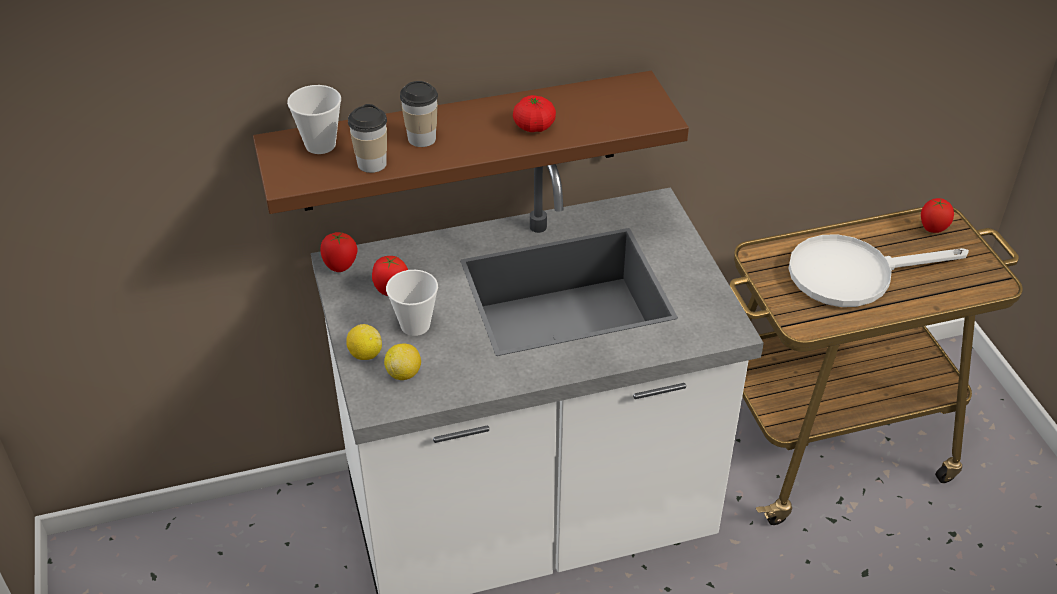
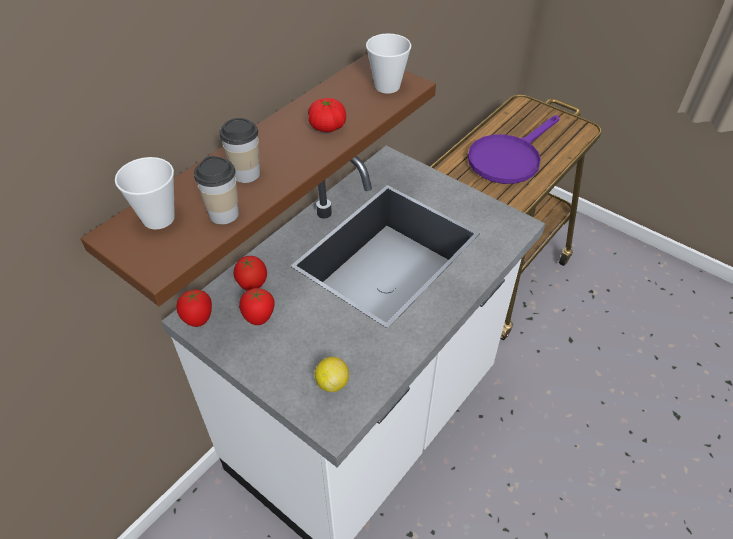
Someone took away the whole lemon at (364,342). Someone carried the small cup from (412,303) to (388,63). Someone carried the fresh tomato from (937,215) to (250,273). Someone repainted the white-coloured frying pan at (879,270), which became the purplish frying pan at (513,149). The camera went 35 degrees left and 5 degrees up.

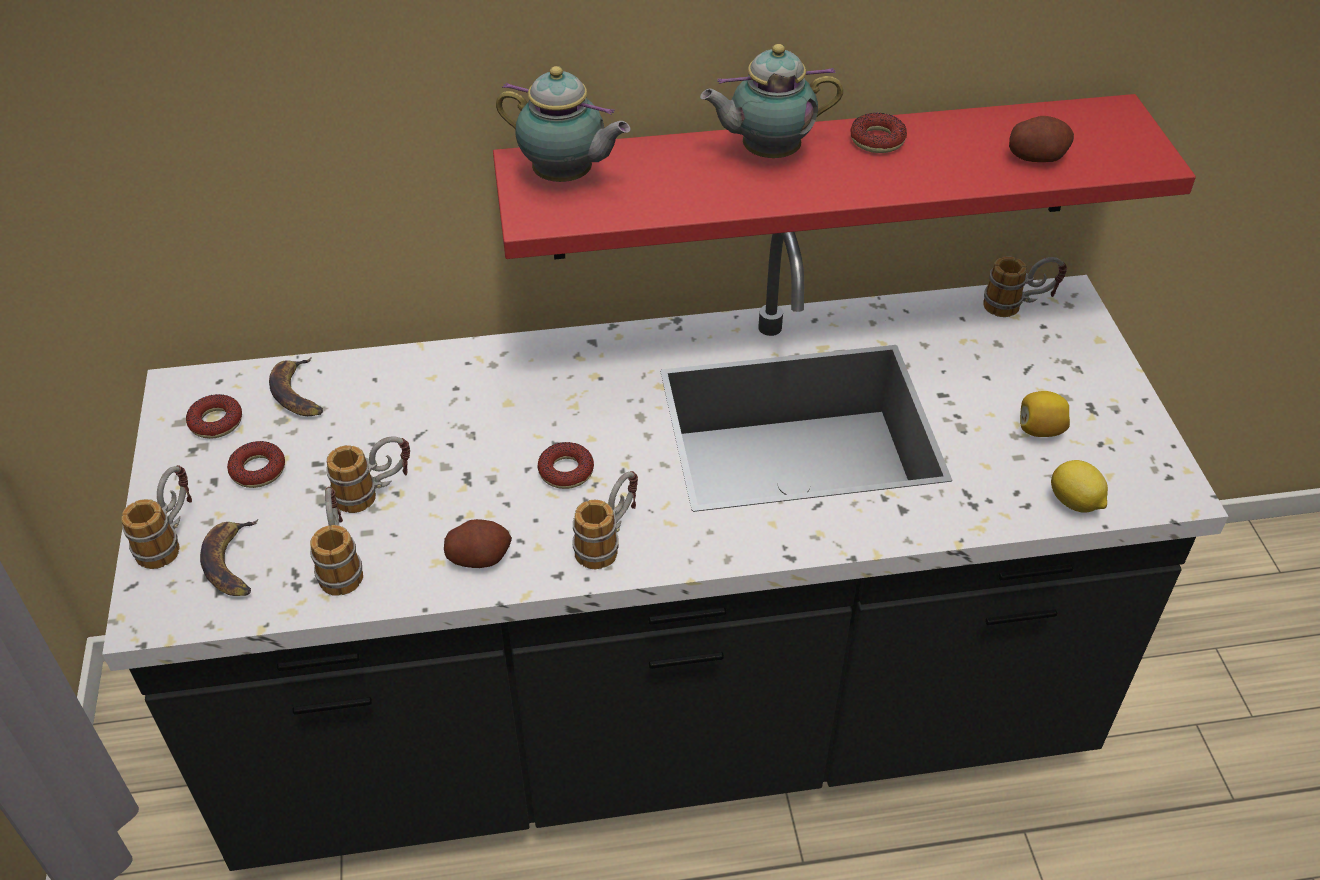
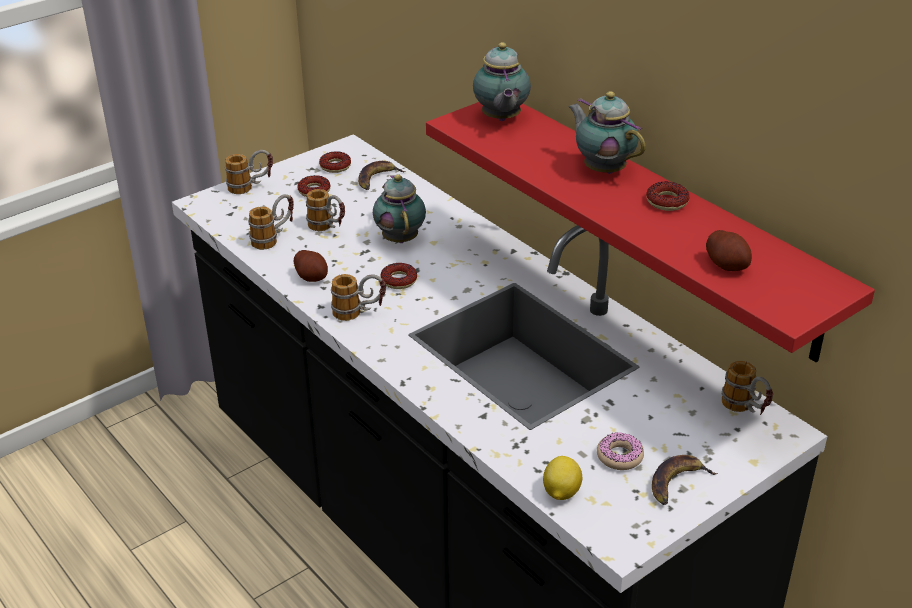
Someone put down the tea pot at (399,208). Someone carried the banana fruit from (229,557) to (685,480). Someone swapped the whole lemon at (1045,414) for the donut at (620,451). The camera went 60 degrees right and 10 degrees down.

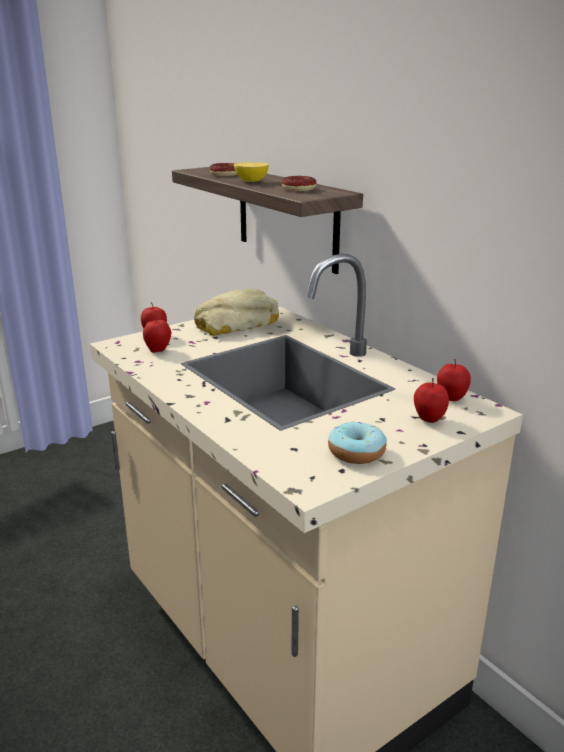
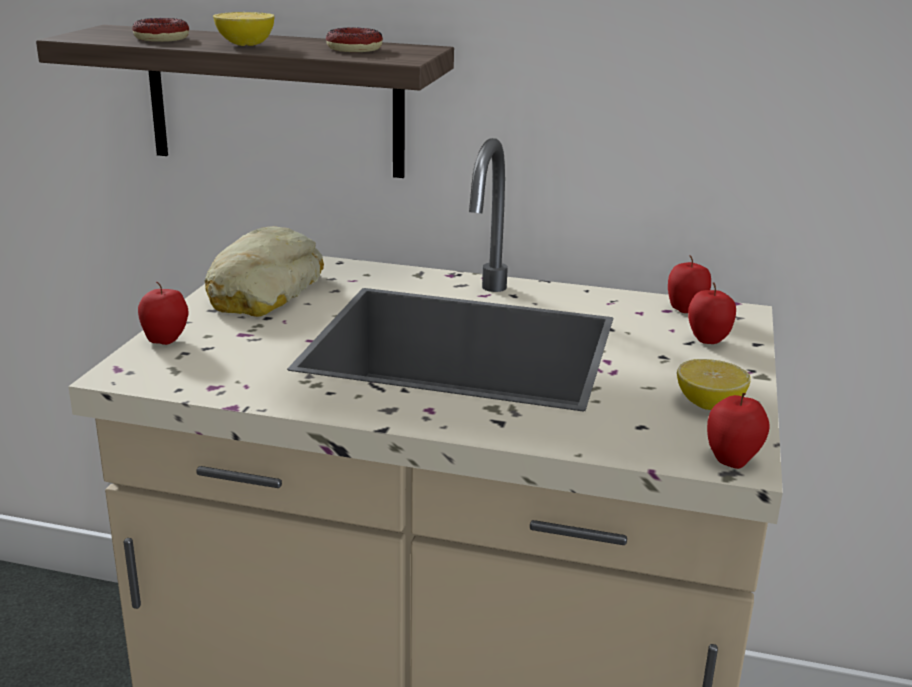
Someone carried the apple from (157,334) to (738,431). Someone swapped the donut at (357,442) for the whole lemon at (714,384). The camera went 40 degrees left and 0 degrees up.

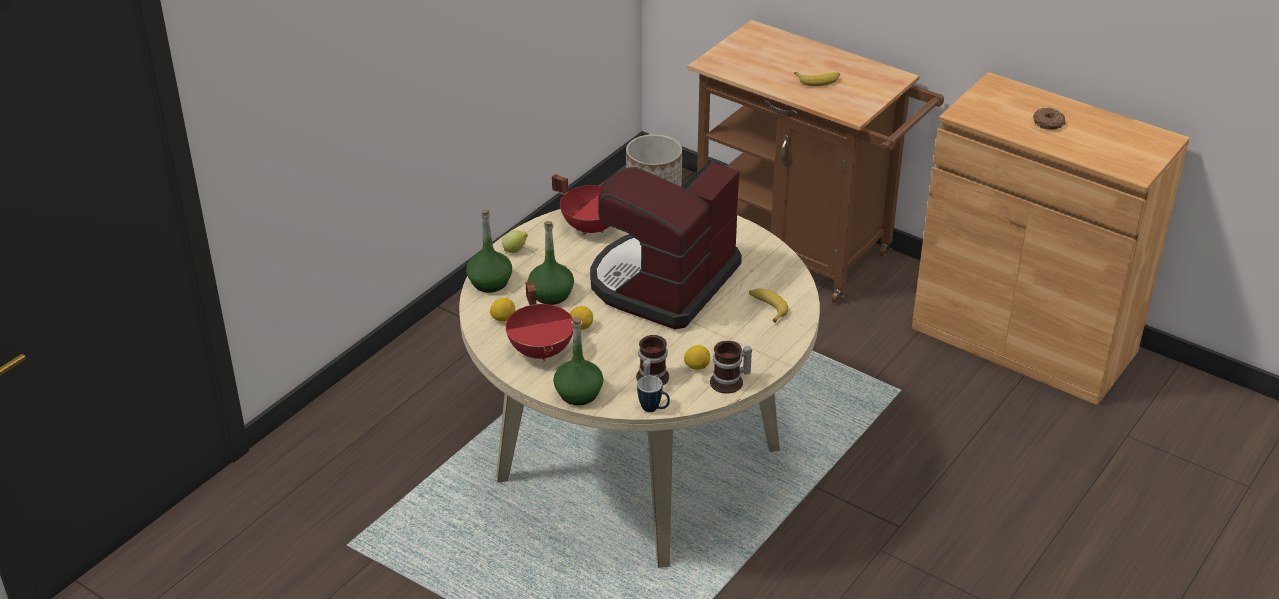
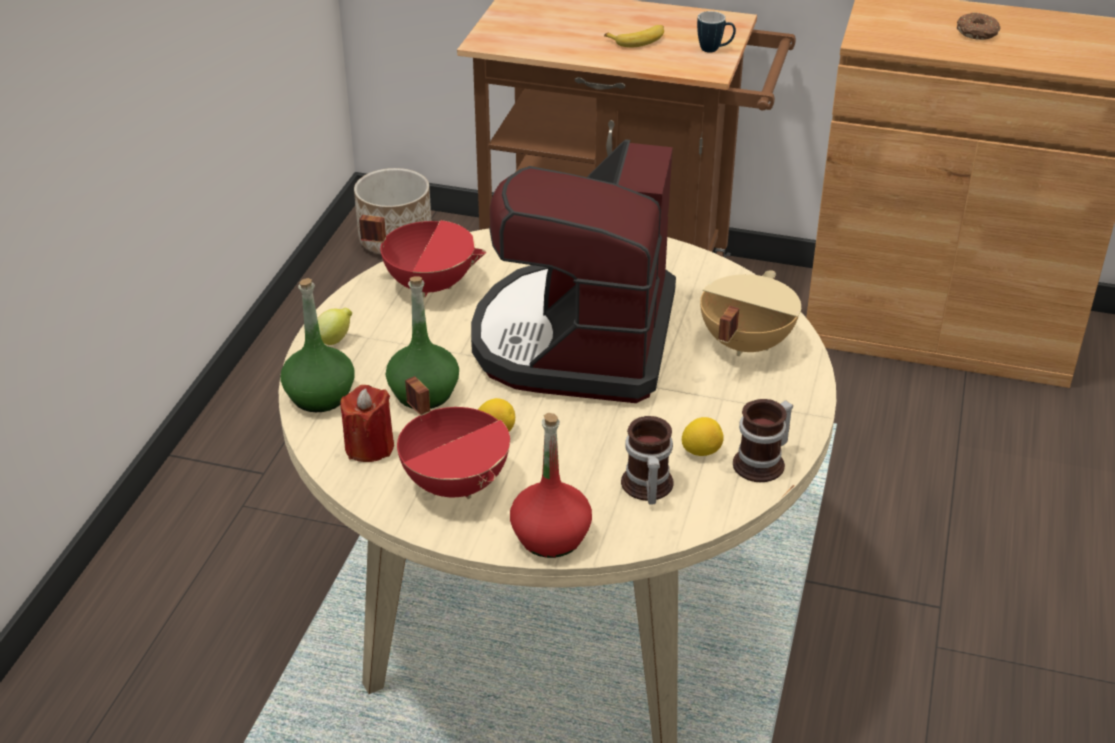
Someone carried the mug from (653,394) to (716,32). Someone swapped the whole lemon at (502,310) for the red-coloured wax light at (367,423). Someone swapped the banana fruit at (768,305) for the beige-coloured cooking pot at (750,313). Someone repainted the green-coloured bottle at (578,361), which became the red-coloured bottle at (551,485). The camera went 20 degrees left and 0 degrees up.

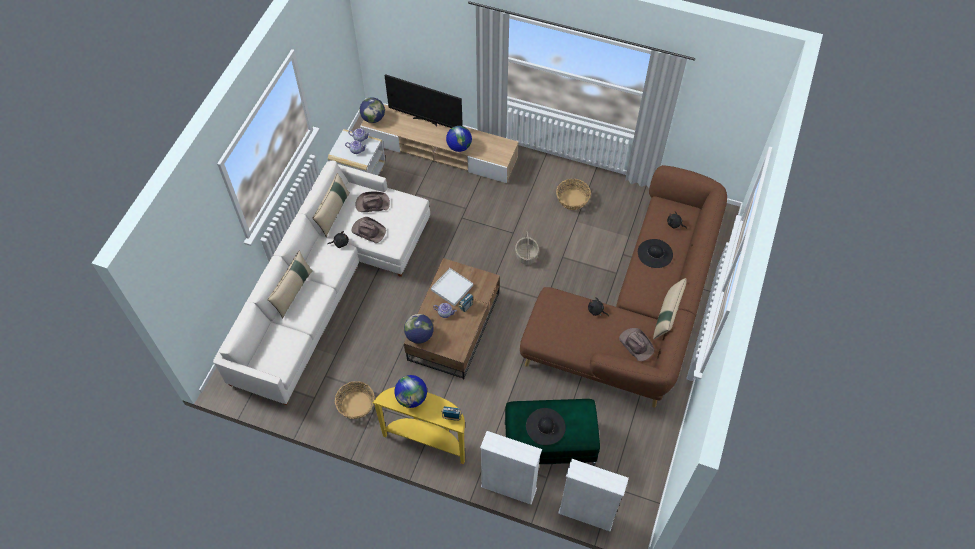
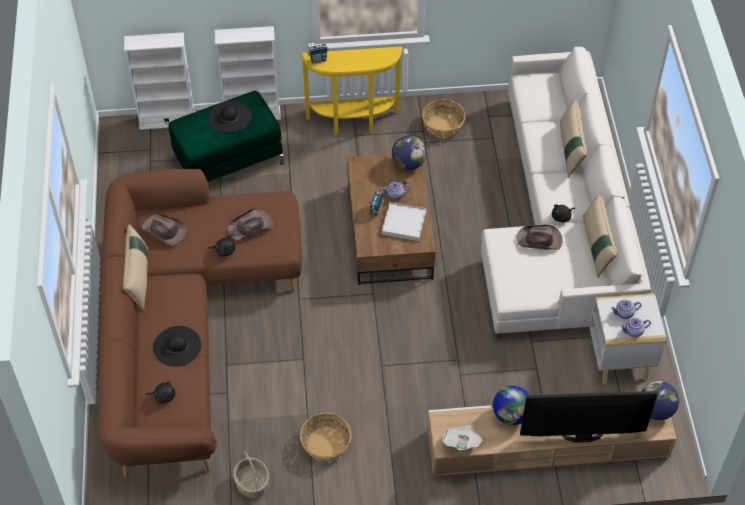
Someone took away the globe at (410,391). Someone put down the printed paper at (462,437). Someone carried the brownish clothing hat from (372,201) to (250,224). Someone carried the household basket from (527,248) to (251,474). The camera went 155 degrees right and 5 degrees down.

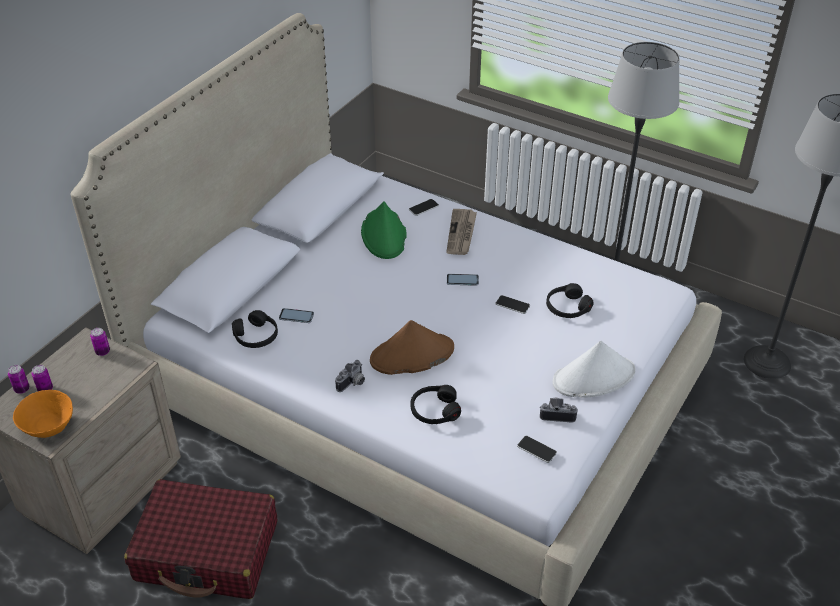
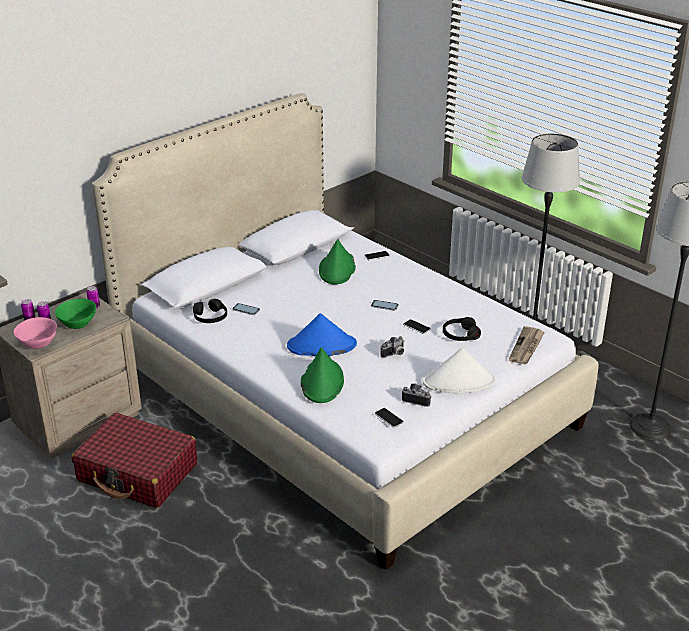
Someone put down the green-coloured bowl at (75,314). Someone carried the still camera from (350,376) to (392,347). Someone carried the printed paper from (461,232) to (527,345). Someone swapped the black-coloured headset at (435,404) for the green-coloured clothing hat at (322,375). Someone repainted the orangey bowl at (43,414), which became the pink bowl at (35,333). Someone repainted the brownish clothing hat at (412,347), which became the blue-coloured clothing hat at (322,334). The camera went 15 degrees right and 10 degrees down.

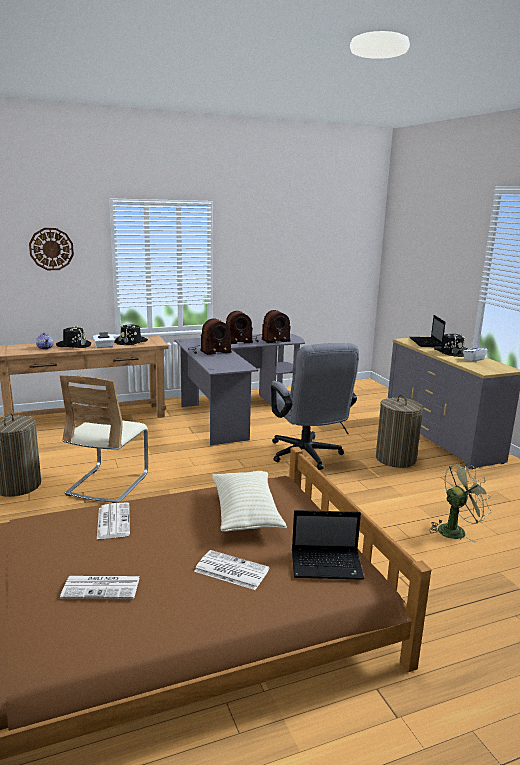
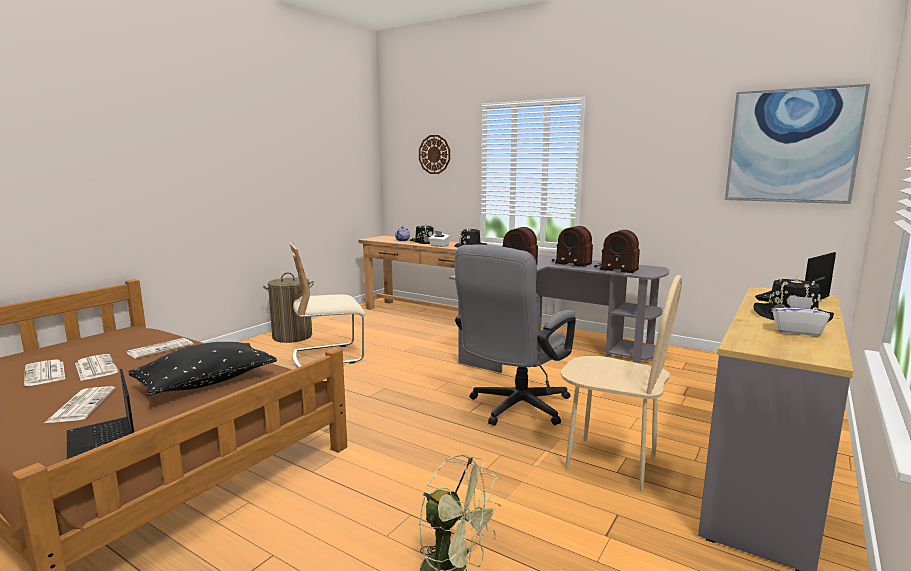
Someone put down the printed paper at (96,367). Someone put up the picture at (797,144). Someone swapped the washing basket at (399,431) for the beige-coloured upright chair at (621,383). Someone repainted the beige-coloured cushion at (249,501), which became the black-coloured cushion at (202,369). The camera went 55 degrees right and 5 degrees down.

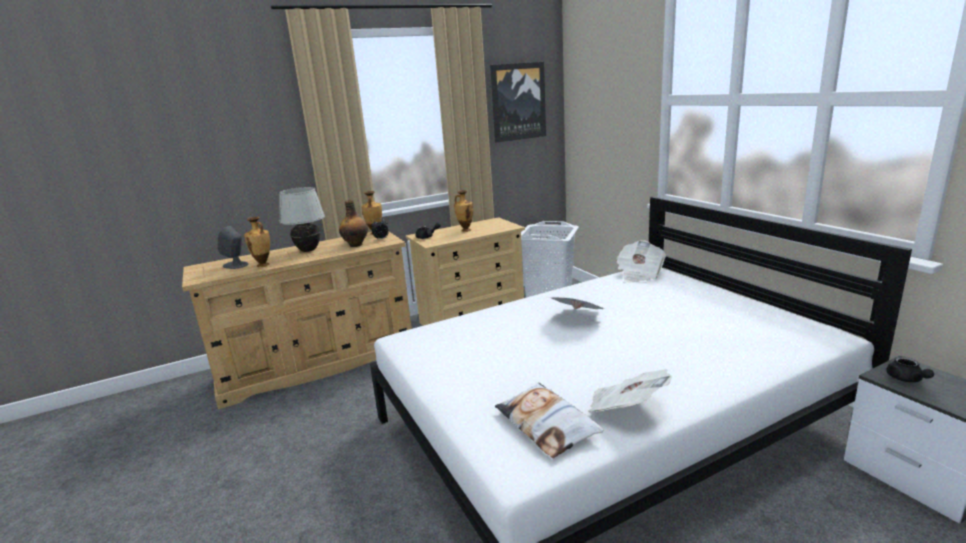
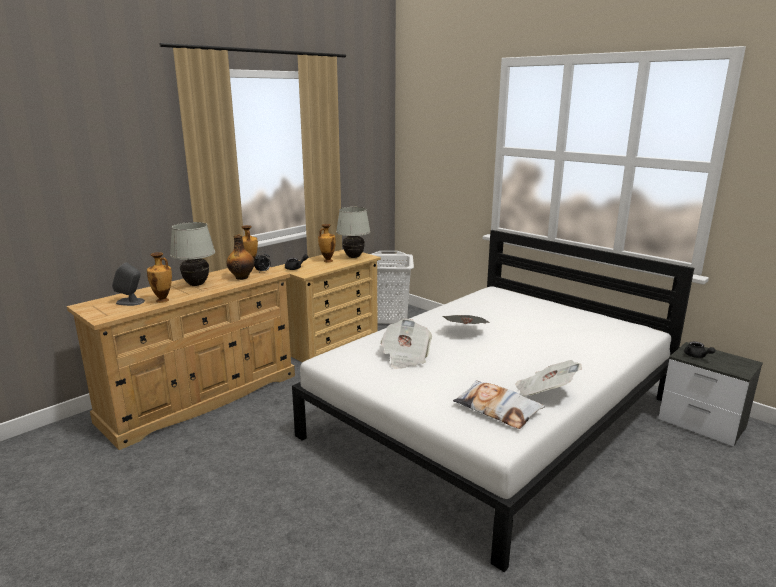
Someone took away the picture at (518,102). Someone put down the white-coloured table lamp at (353,232). Someone carried the printed paper from (641,261) to (406,344). The camera went 20 degrees left and 0 degrees up.

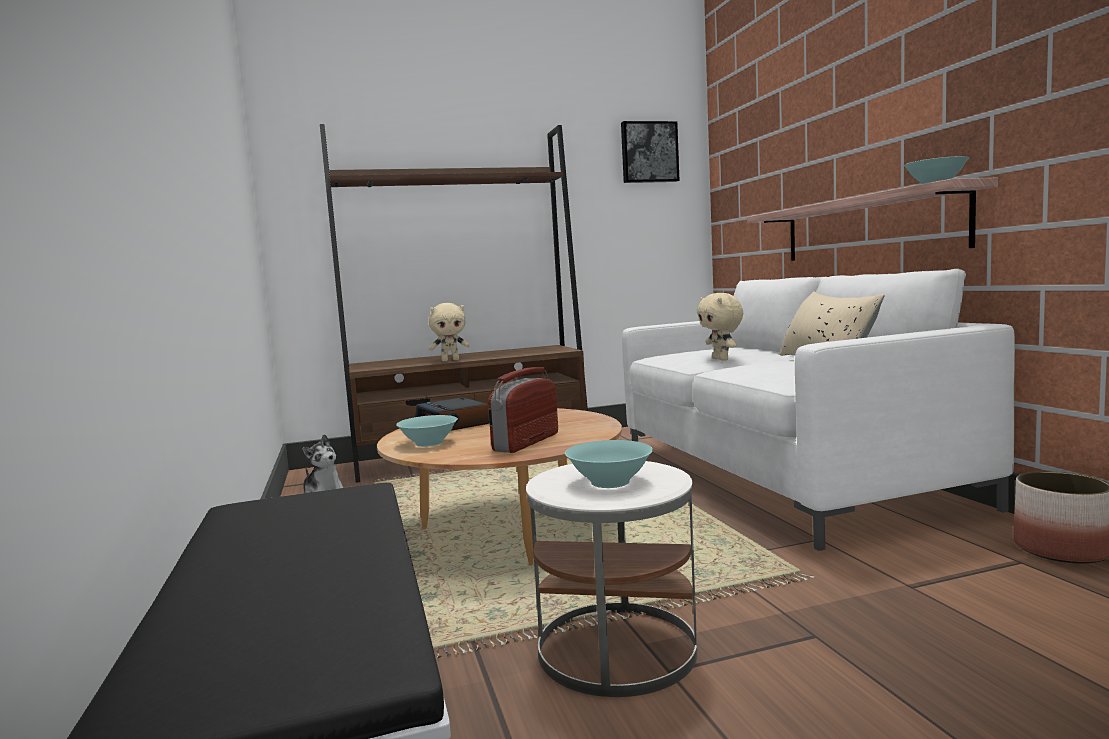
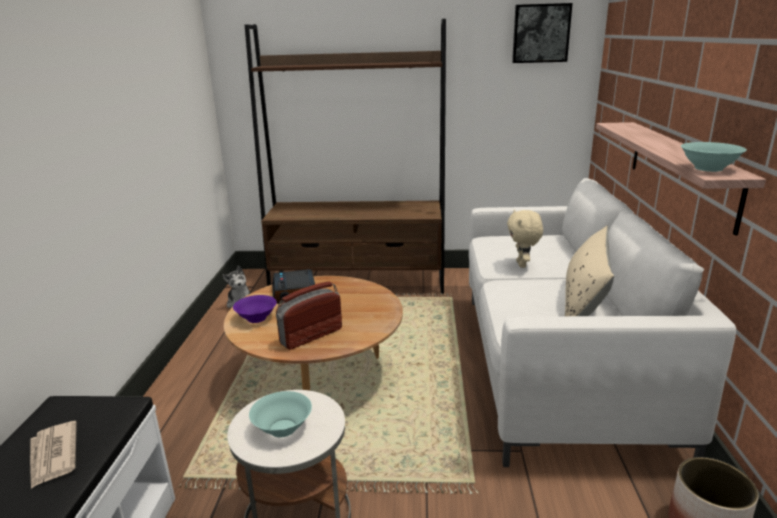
Someone took away the beige-coloured plush toy at (449,332). Someone put down the printed paper at (53,455). Someone repainted the blue-green bowl at (427,431), which became the purplish bowl at (255,309). The camera went 20 degrees right and 15 degrees up.

